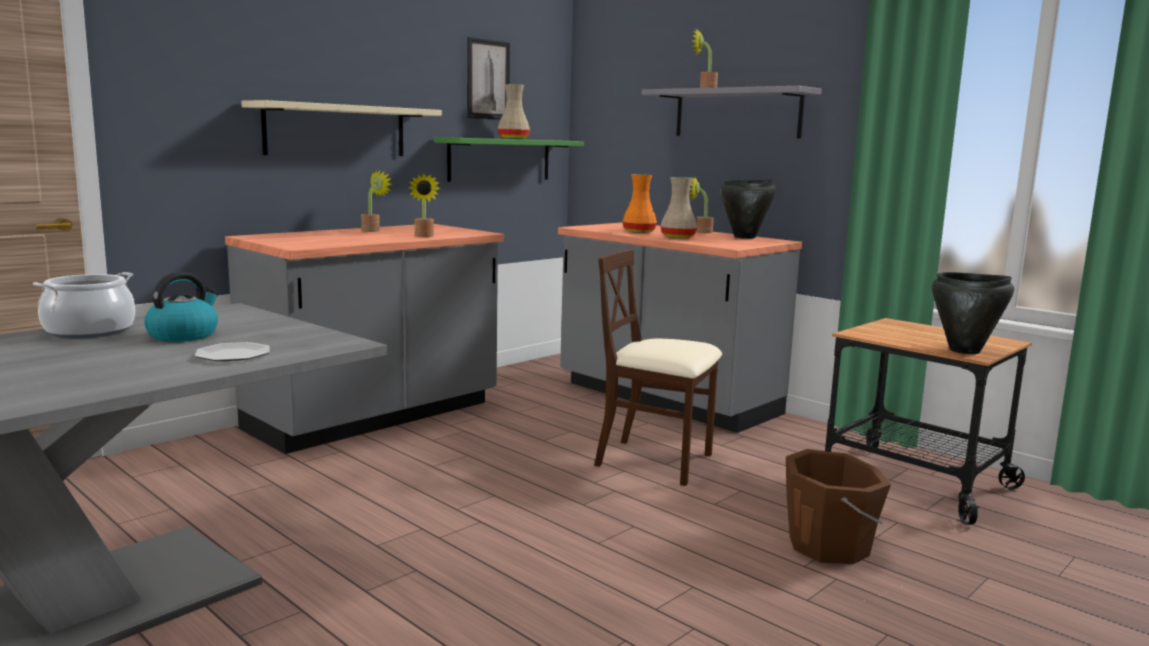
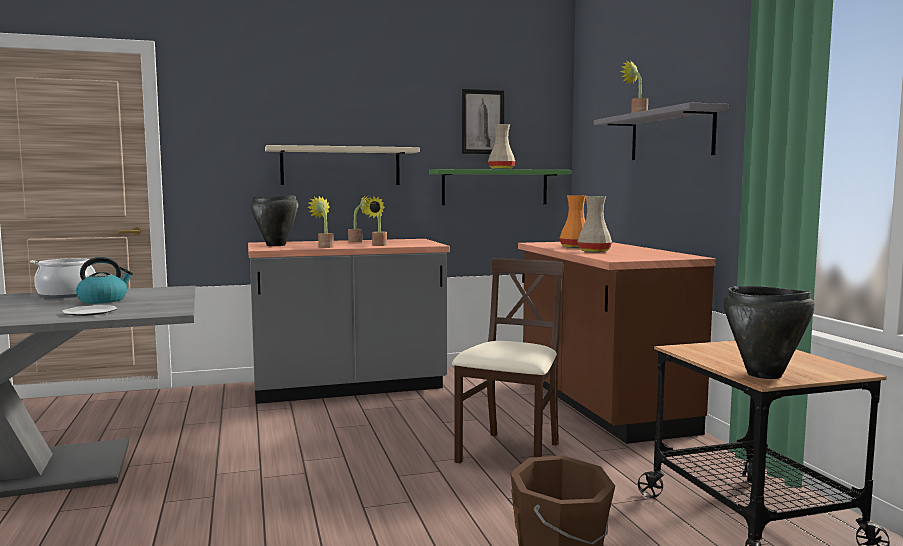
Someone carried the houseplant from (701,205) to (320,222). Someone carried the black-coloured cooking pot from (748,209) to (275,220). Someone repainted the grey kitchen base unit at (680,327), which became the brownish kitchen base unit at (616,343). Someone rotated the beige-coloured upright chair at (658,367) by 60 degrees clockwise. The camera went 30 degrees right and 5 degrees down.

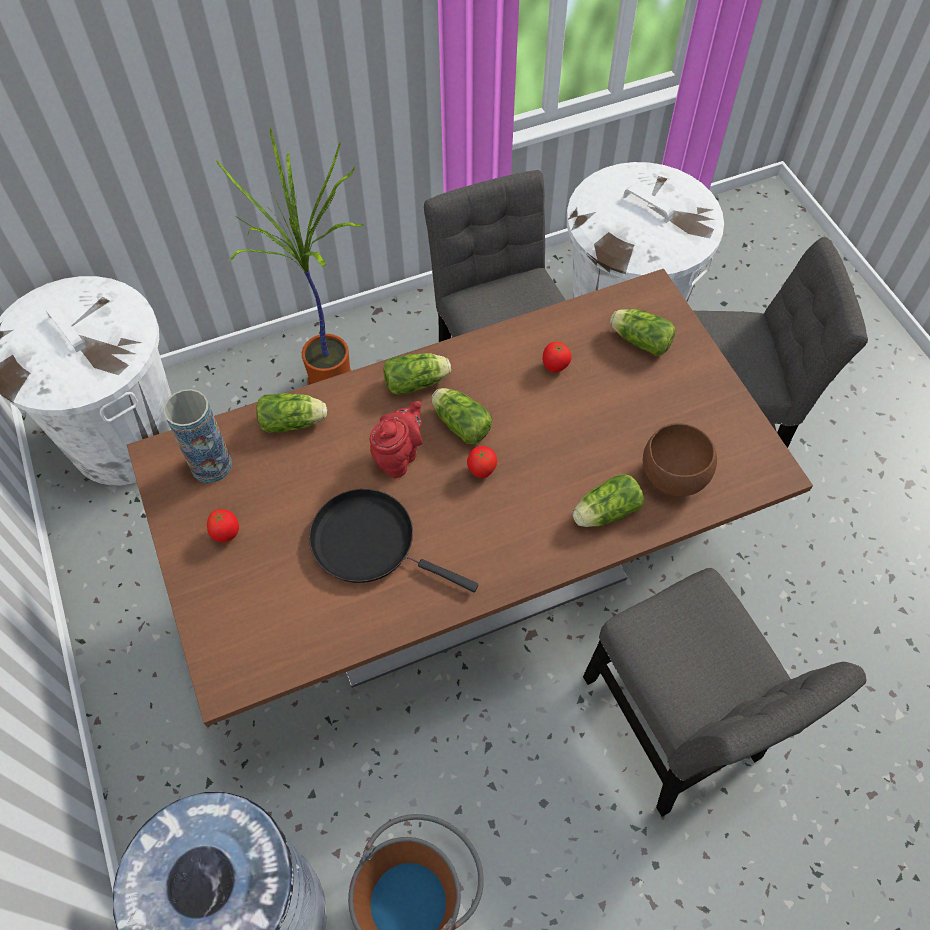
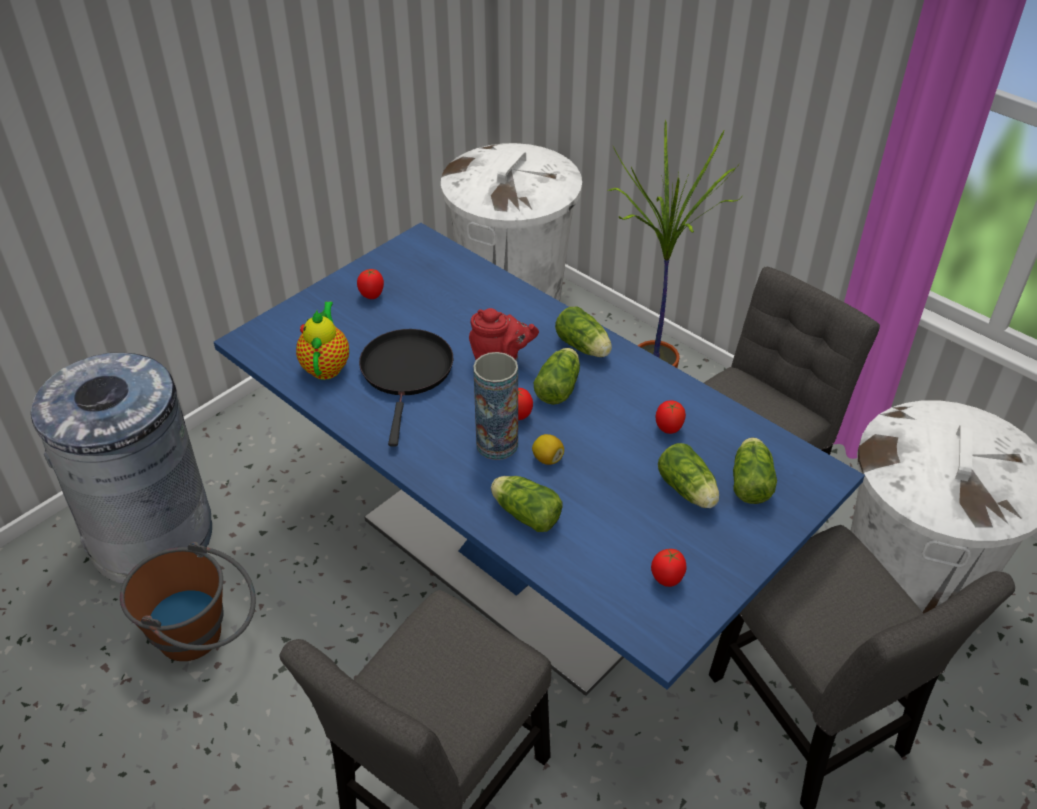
Someone took away the brownish bowl at (680,460). Someone put down the tea pot at (322,341). Someone put down the whole lemon at (548,449). Someone put down the fresh tomato at (669,568). Someone carried the decorative vase from (197,436) to (495,406). Someone carried the head of lettuce from (291,413) to (688,475). Someone repainted the brownish dinner table at (470,497), which became the blue-coloured dinner table at (539,459). The camera went 65 degrees right and 15 degrees down.

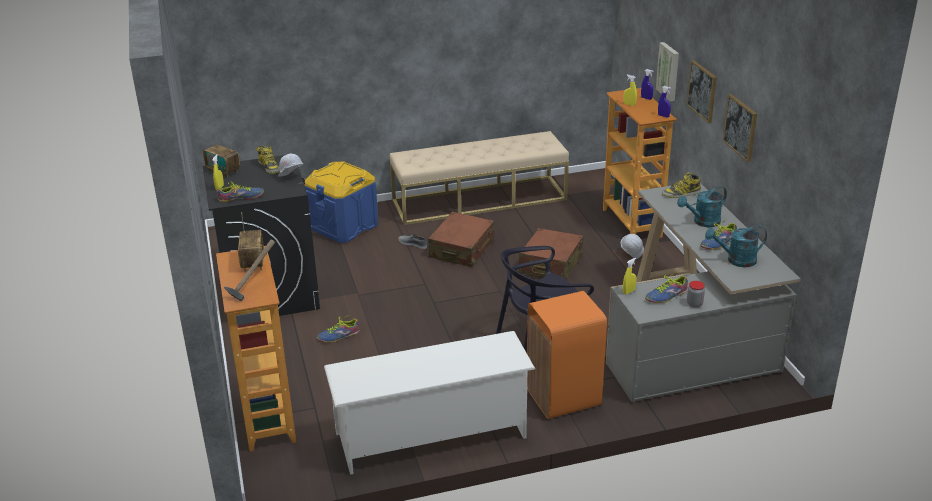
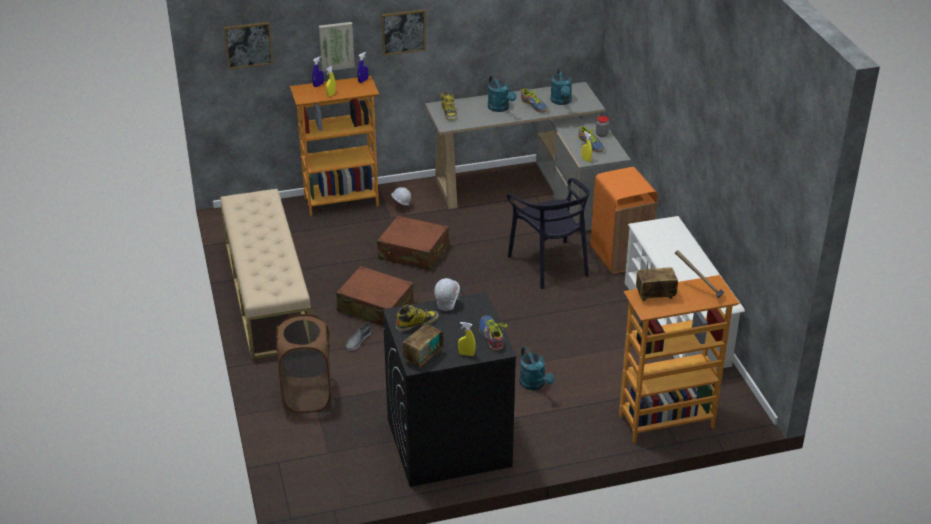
Someone carried the picture from (740,128) to (248,45). Someone swapped the blue-coloured storage box at (341,202) for the brownish washing basket at (303,363). Someone swapped the item of footwear at (338,328) for the blue-green sprinkling can at (537,368). The camera went 90 degrees left and 5 degrees up.

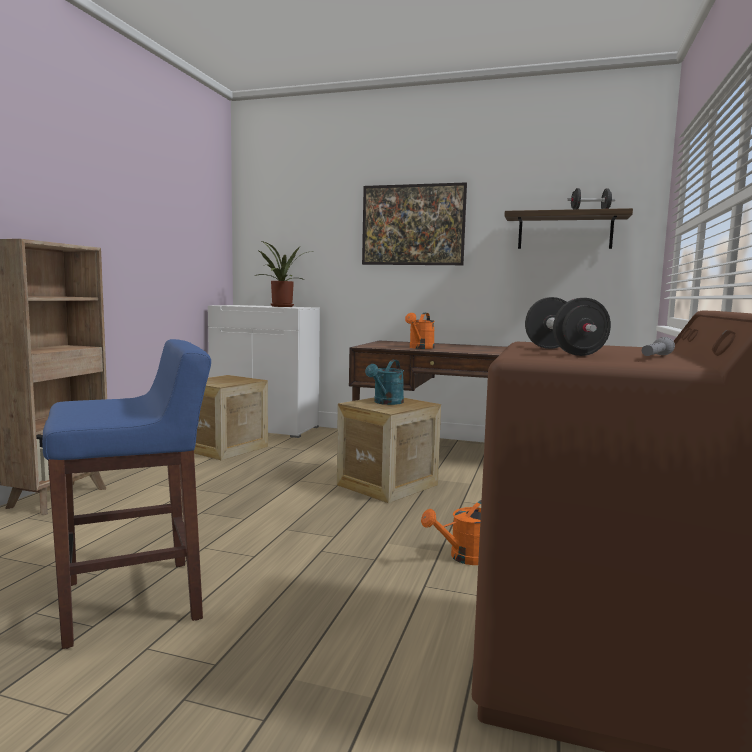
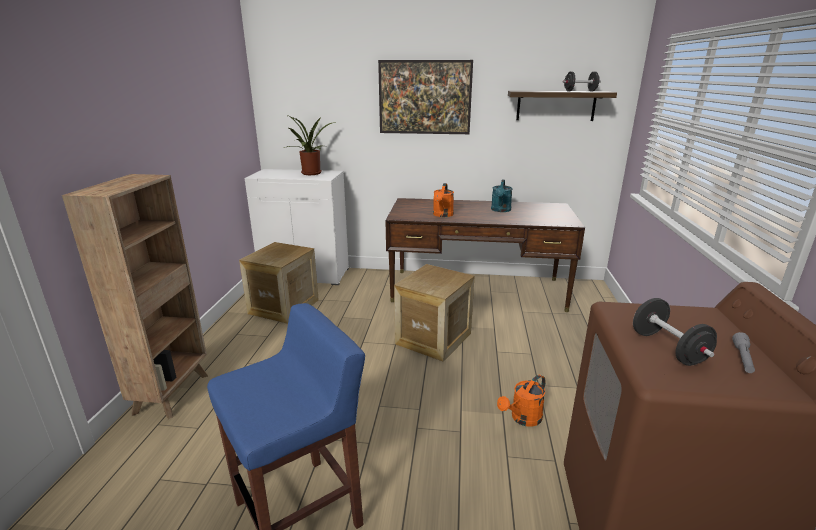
Someone carried the blue-green sprinkling can from (384,382) to (502,196). The camera went 10 degrees left and 15 degrees up.

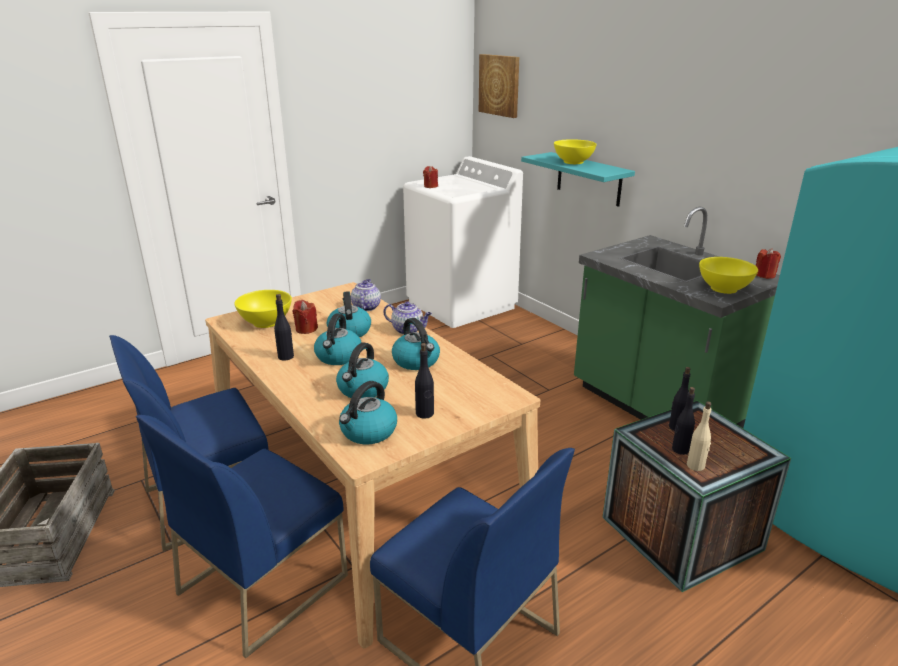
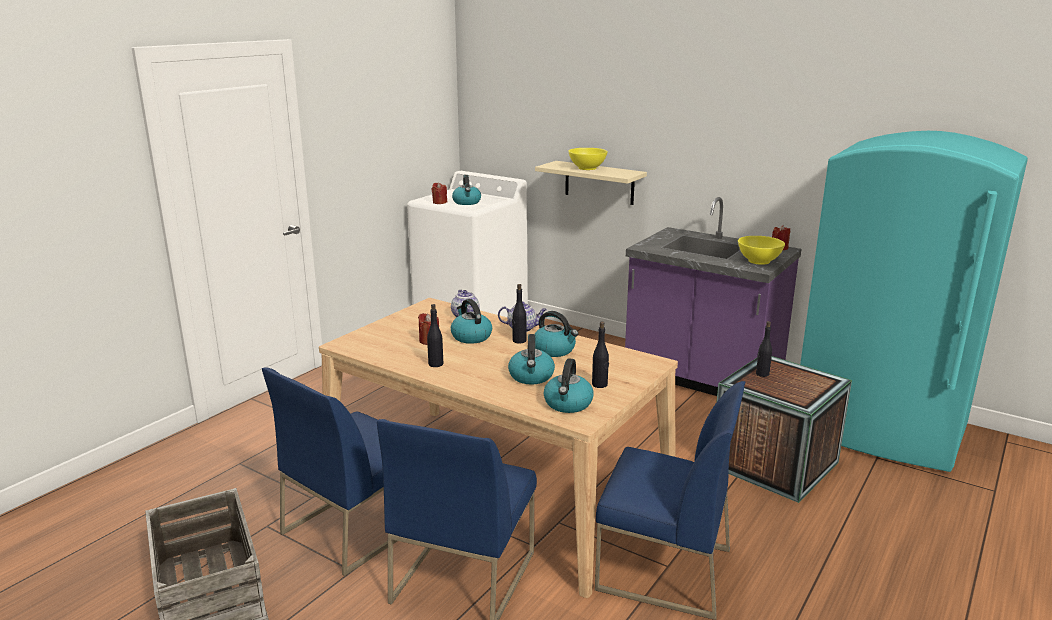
Someone took away the yellow bowl at (263,309). Someone took away the picture at (499,86). Someone took away the beige-coloured bottle at (699,436). Someone carried the water kettle from (338,339) to (466,190). Someone carried the black-coloured bottle from (683,421) to (519,314). Someone repainted the blue-green bracket shelf at (578,179), which became the beige-coloured bracket shelf at (591,183). Someone repainted the green-coloured kitchen base unit at (677,317), which became the purplish kitchen base unit at (713,296). The camera went 20 degrees left and 5 degrees down.

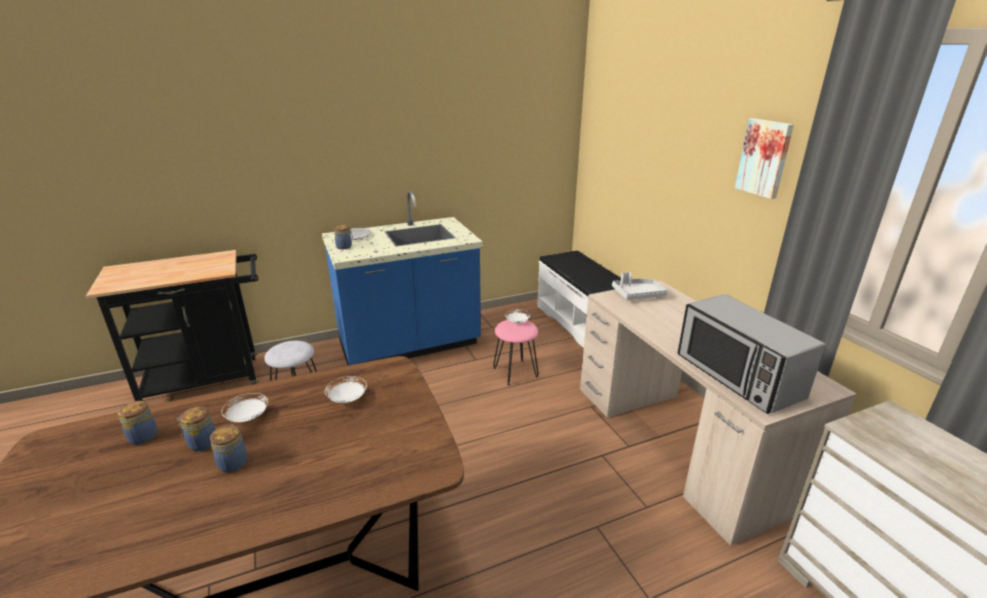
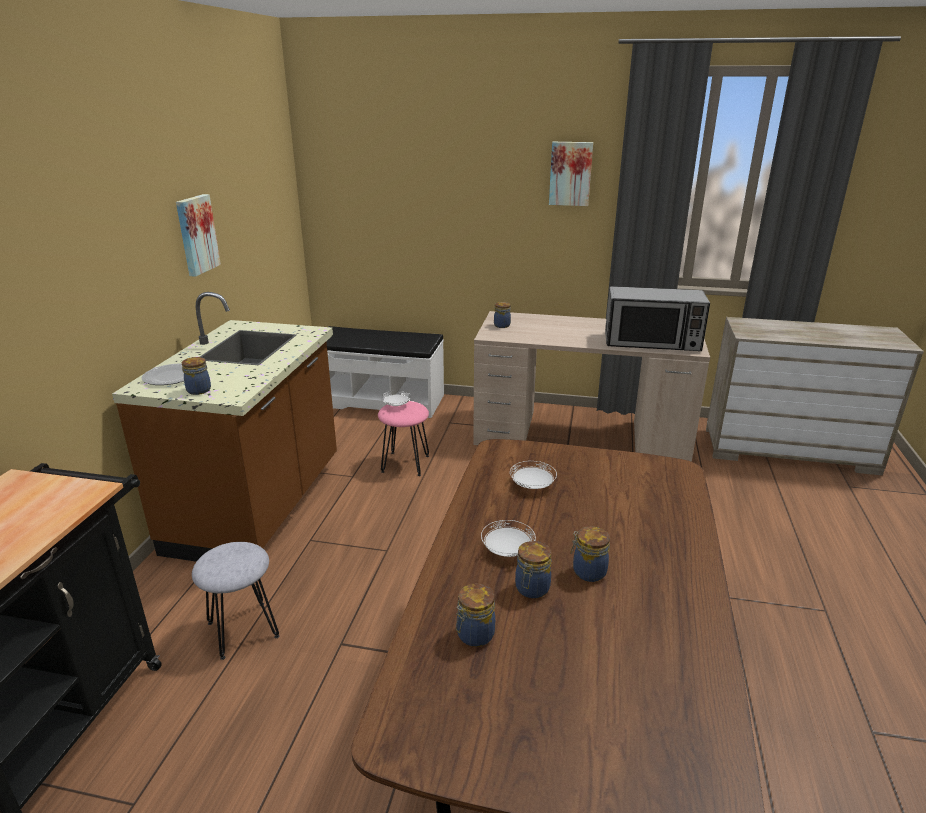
Someone put up the picture at (198,235). Someone swapped the grey serving tray at (640,286) for the jar at (502,315). Someone repainted the blue-coloured kitchen base unit at (402,278), which became the brownish kitchen base unit at (224,427). The camera went 55 degrees left and 0 degrees up.

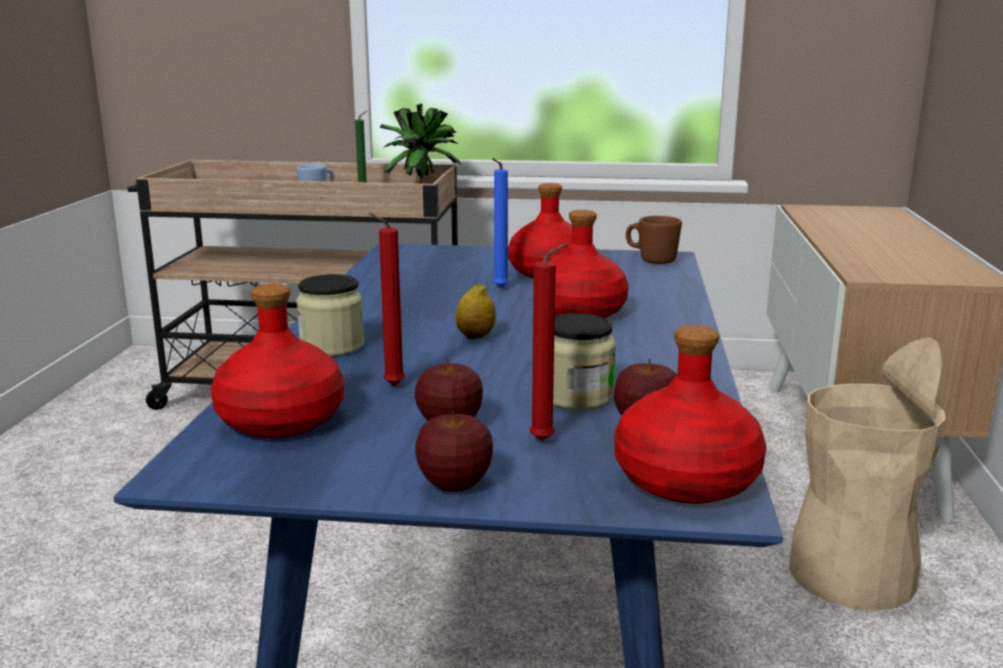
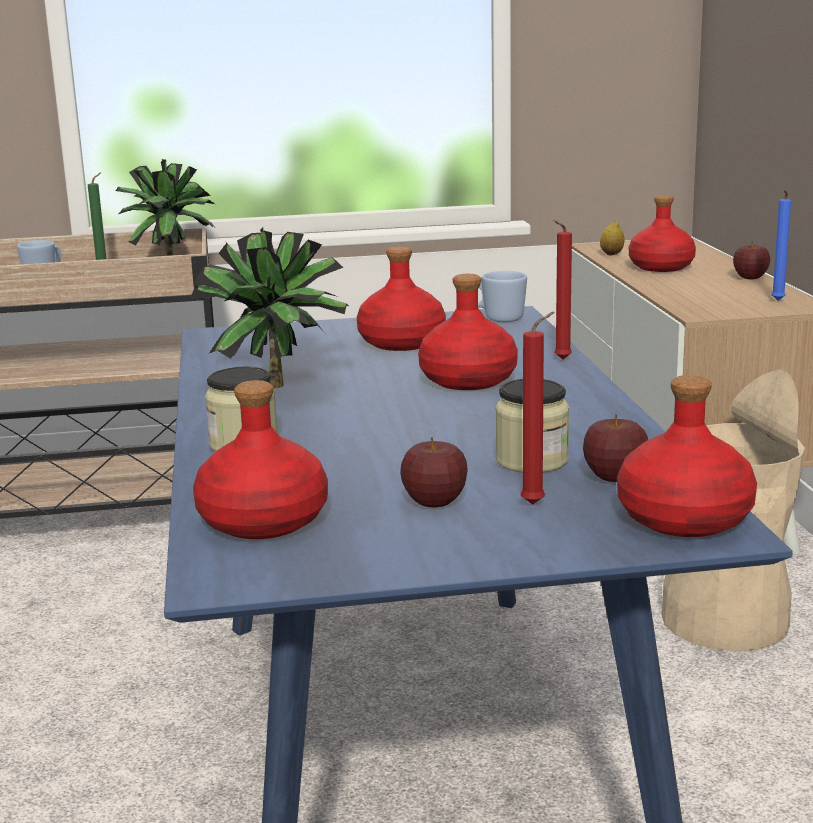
Someone put down the houseplant at (270,307). Someone put down the red-coloured bottle at (662,233). Someone carried the red-coloured wax light from (386,299) to (563,289). Someone carried the apple from (454,451) to (751,260). Someone carried the whole lemon from (475,311) to (612,238). Someone carried the blue-coloured wax light from (500,223) to (781,245). Someone repainted the brownish mug at (654,240), which became the blue-coloured mug at (502,296). The camera went 15 degrees left and 0 degrees up.

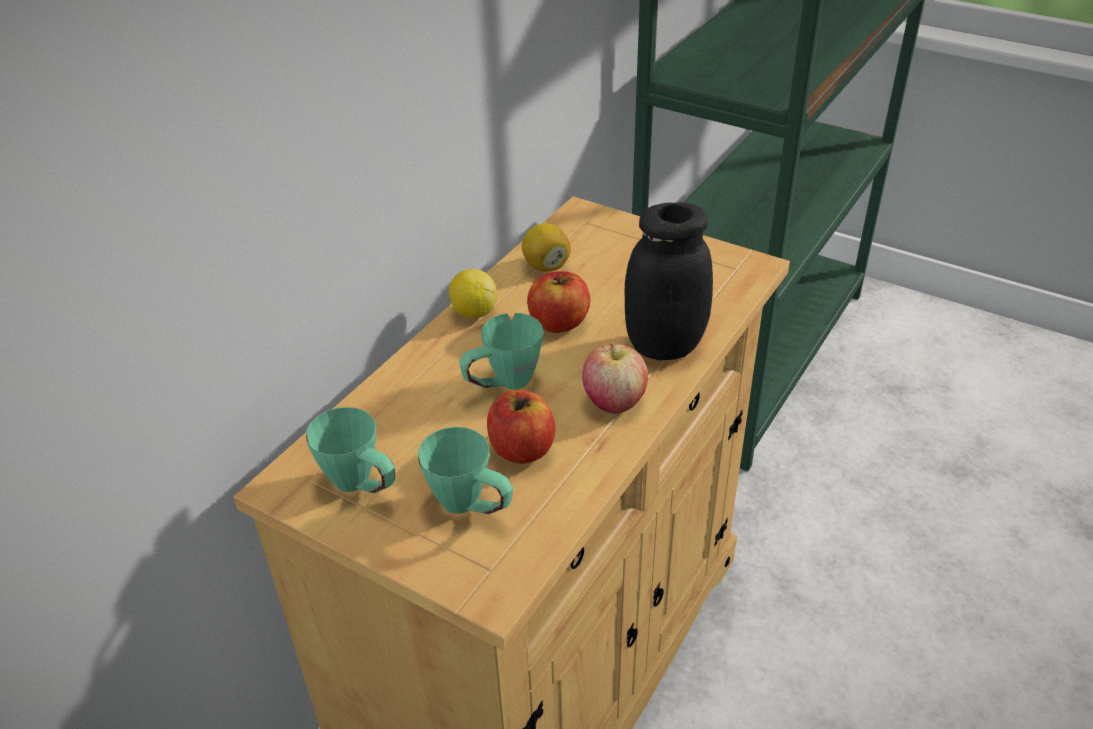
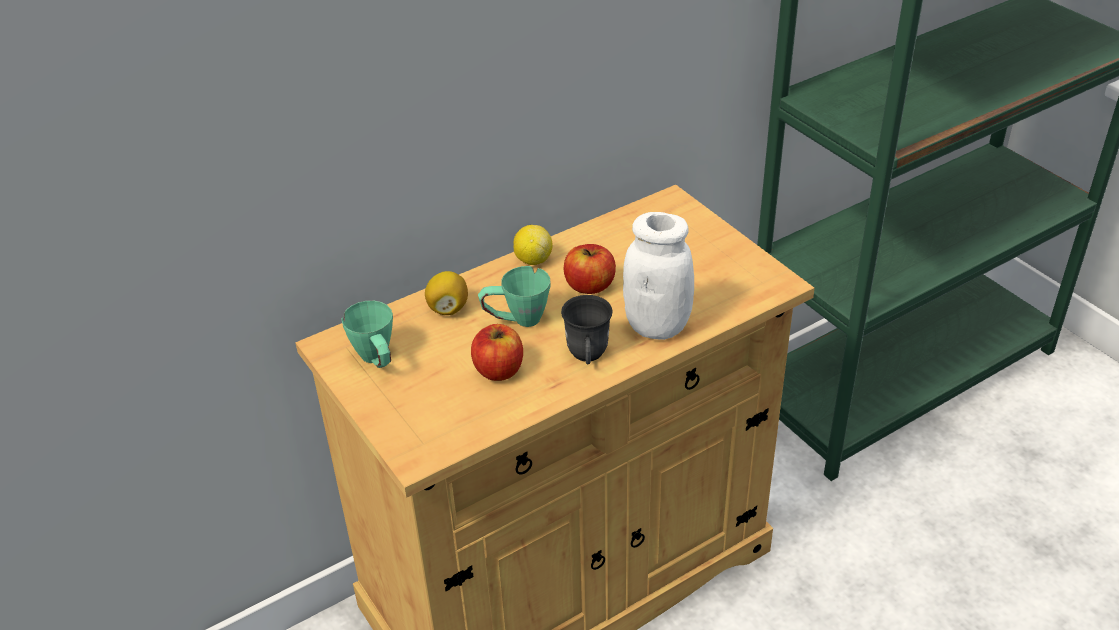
Someone took away the green-coloured mug at (465,470). Someone carried the whole lemon from (546,247) to (446,293). Someone swapped the apple at (615,378) for the grey mug at (587,329). Someone repainted the black-coloured jar at (669,281), which became the white-coloured jar at (658,276). The camera went 25 degrees right and 0 degrees up.

